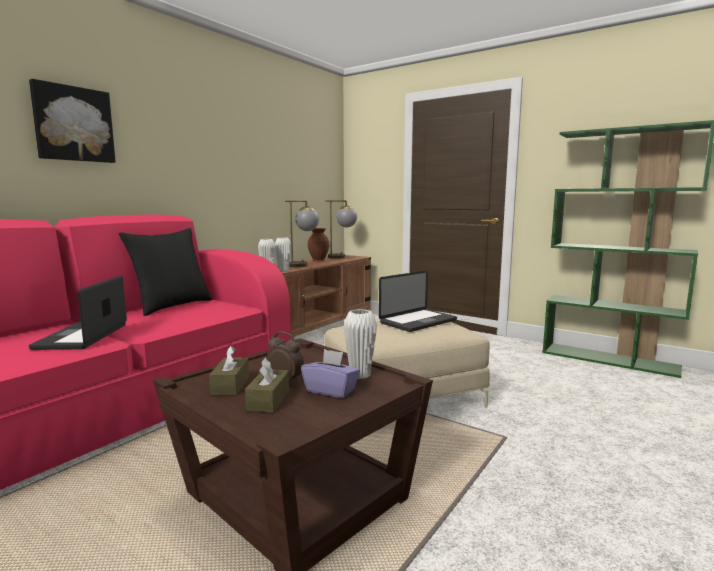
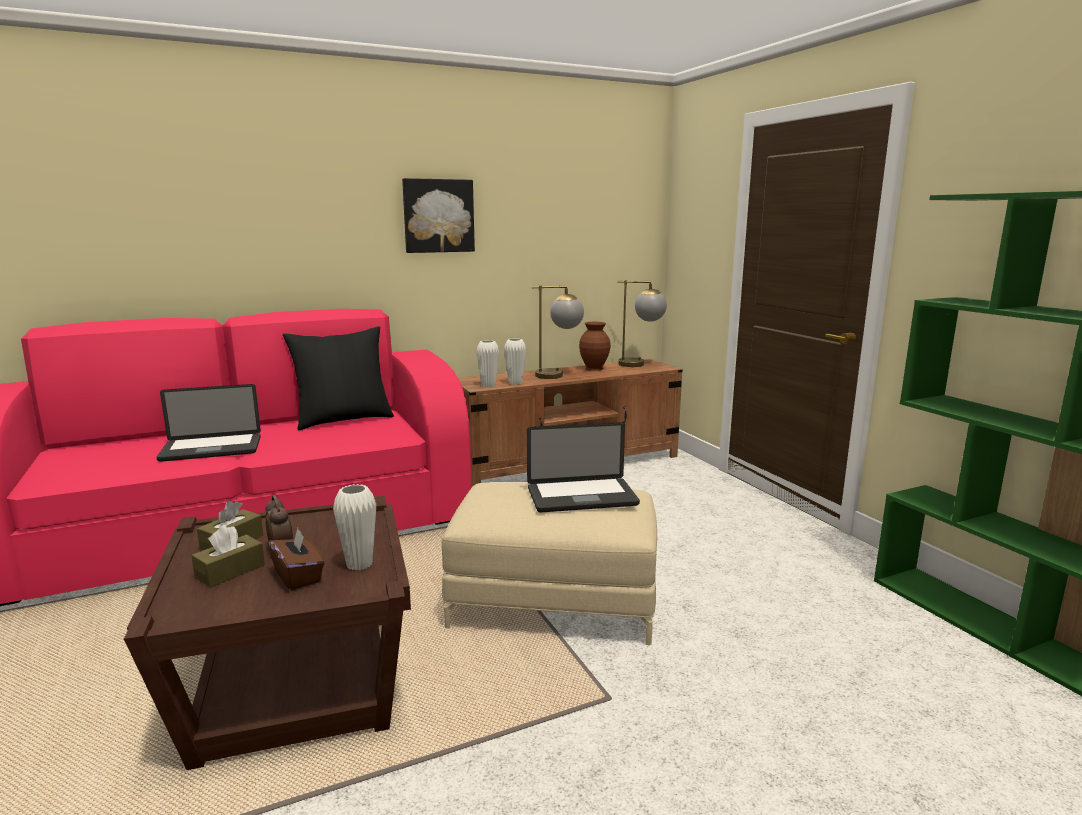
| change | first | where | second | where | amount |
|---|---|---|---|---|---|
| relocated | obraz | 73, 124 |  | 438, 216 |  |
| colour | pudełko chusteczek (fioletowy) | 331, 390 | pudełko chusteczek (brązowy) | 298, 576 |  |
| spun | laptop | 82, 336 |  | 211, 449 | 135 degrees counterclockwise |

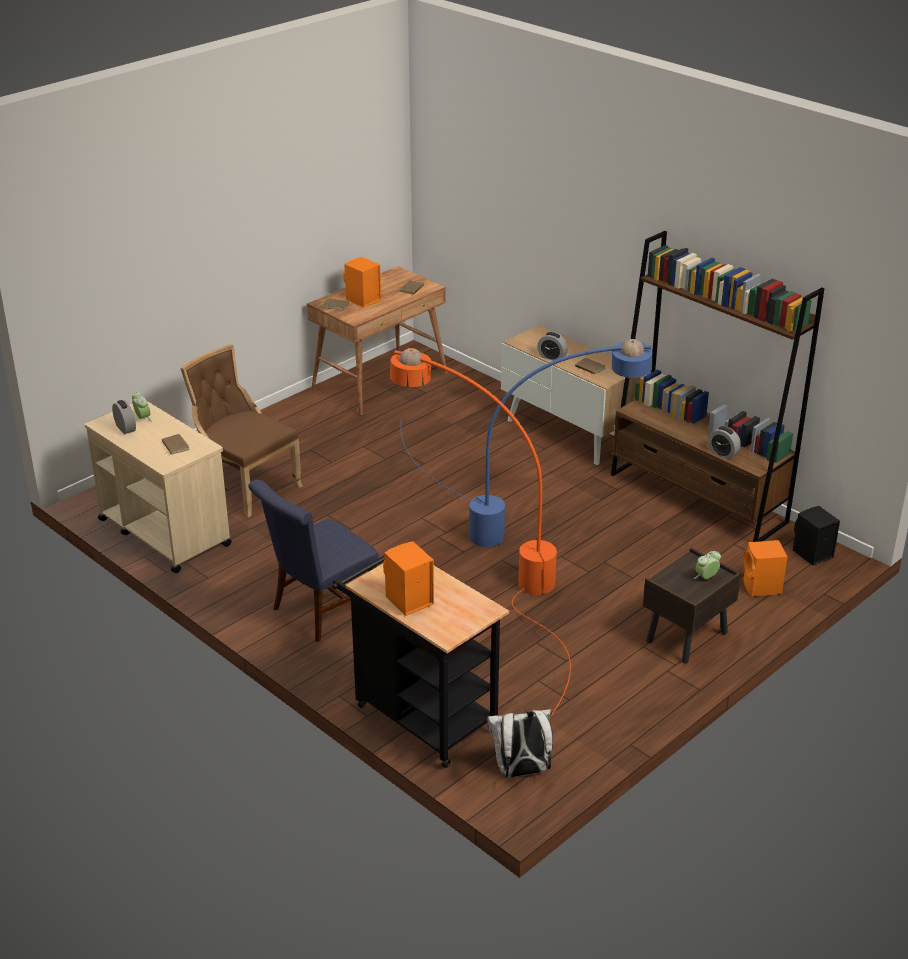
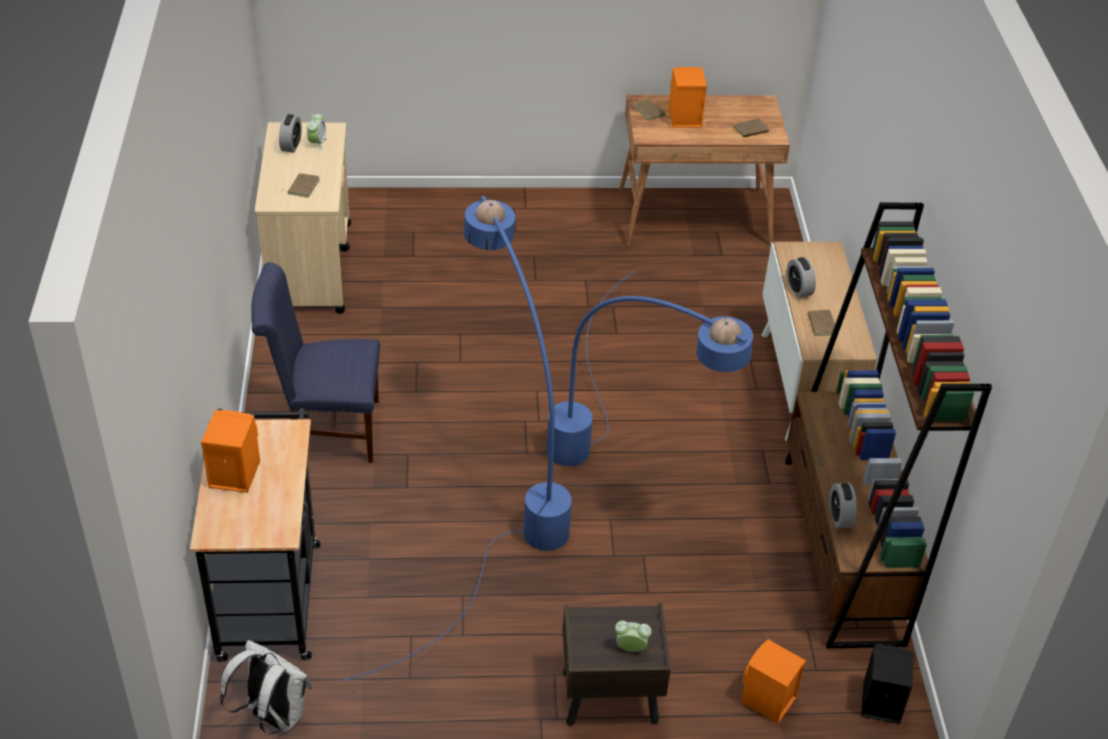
| change | first | where | second | where | amount |
|---|---|---|---|---|---|
| missing | krzesło (brązowy) | 246, 485 |  |  |  |
| colour | lampa stojąca (pomarańczowy) | 487, 584 | lampa stojąca (niebieski) | 501, 502 |  |

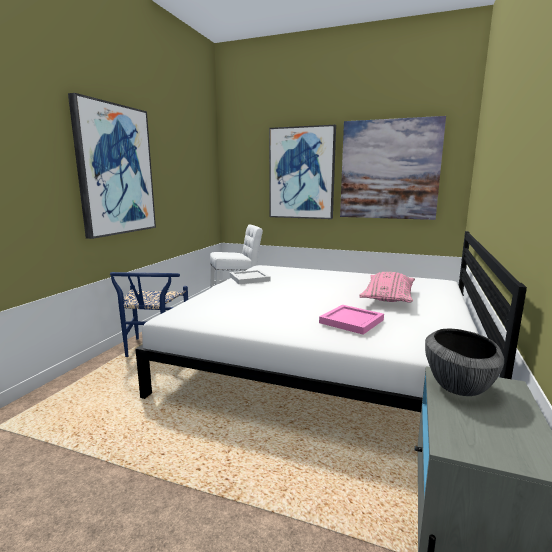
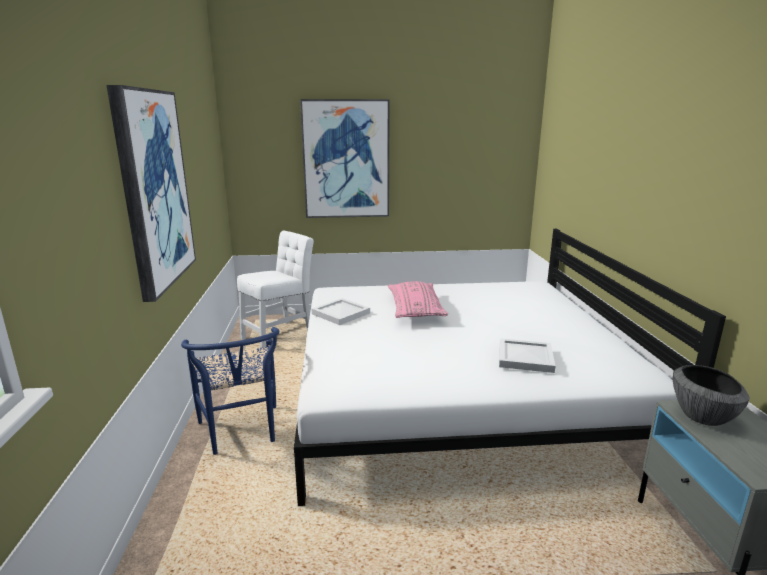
| change | first | where | second | where | amount |
|---|---|---|---|---|---|
| missing | obraz | 389, 170 |  |  |  |
| relocated | poduszka (różowy) | 388, 297 |  | 415, 310 |  |
| colour | taca (różowy) | 351, 321 | taca (biały) | 524, 357 |  |

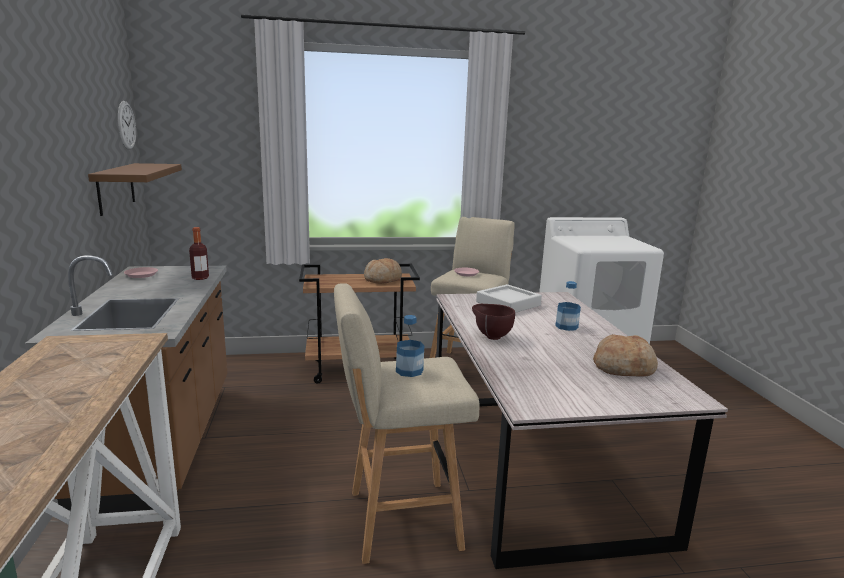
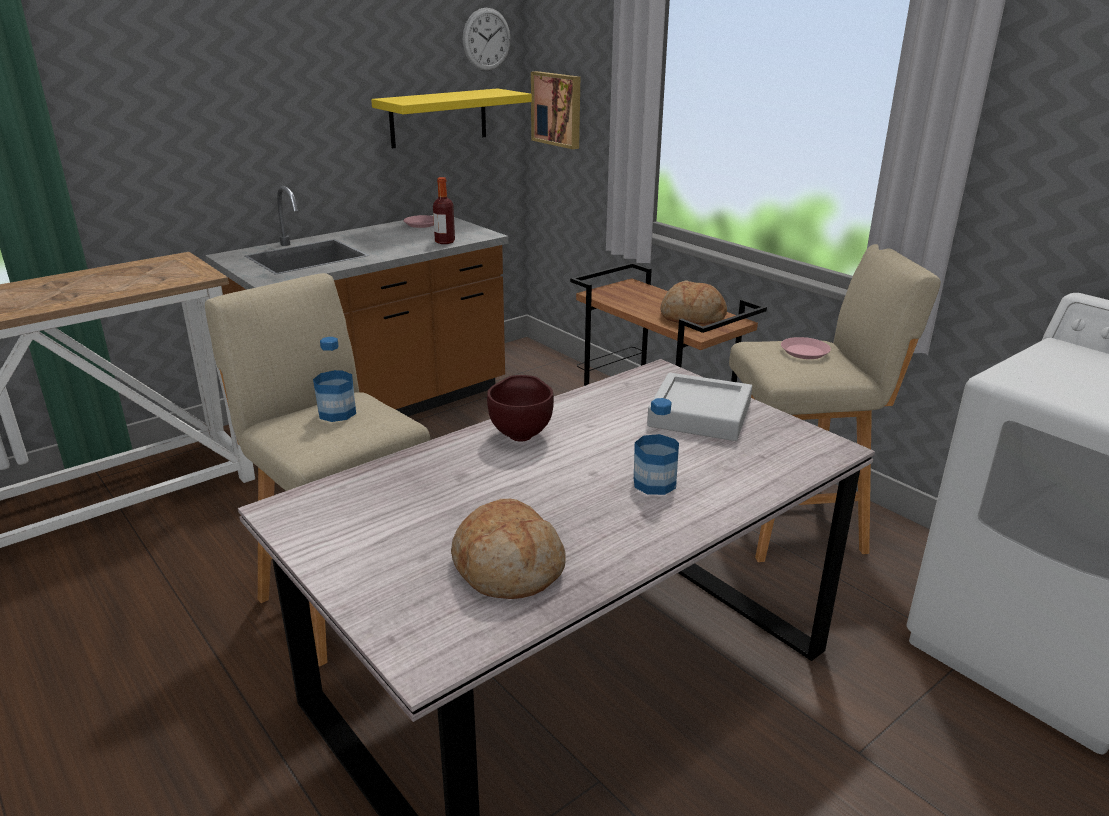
| change | first | where | second | where | amount |
|---|---|---|---|---|---|
| appeared |  |  | obraz | 558, 109 |  |
| colour | półka (brązowy) | 115, 188 | półka (żółty) | 438, 118 |  |

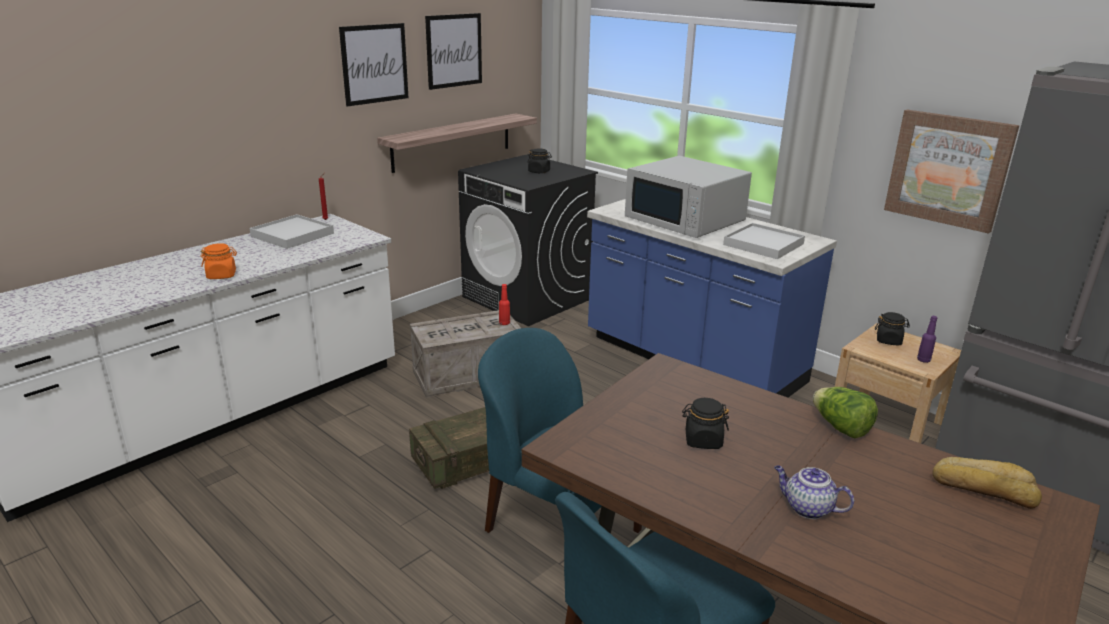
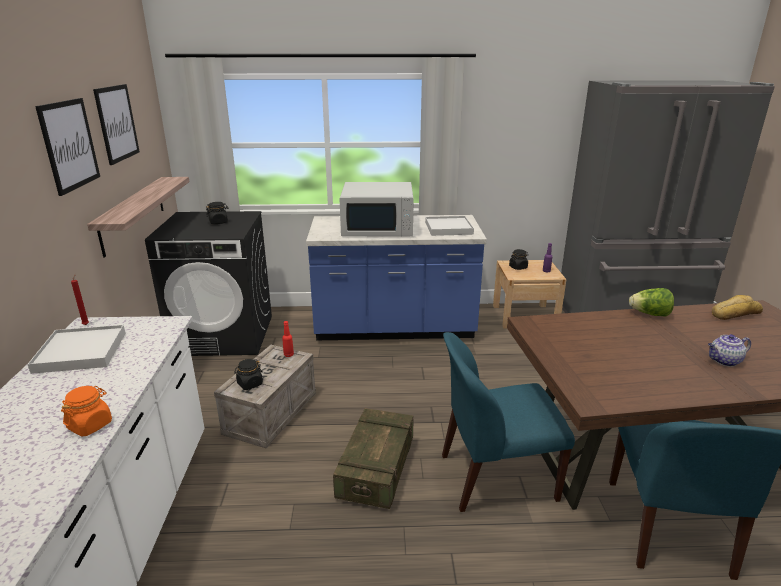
| change | first | where | second | where | amount |
|---|---|---|---|---|---|
| missing | obraz | 948, 169 |  |  |  |
| relocated | słoik (czarny) | 703, 440 |  | 250, 384 |  |

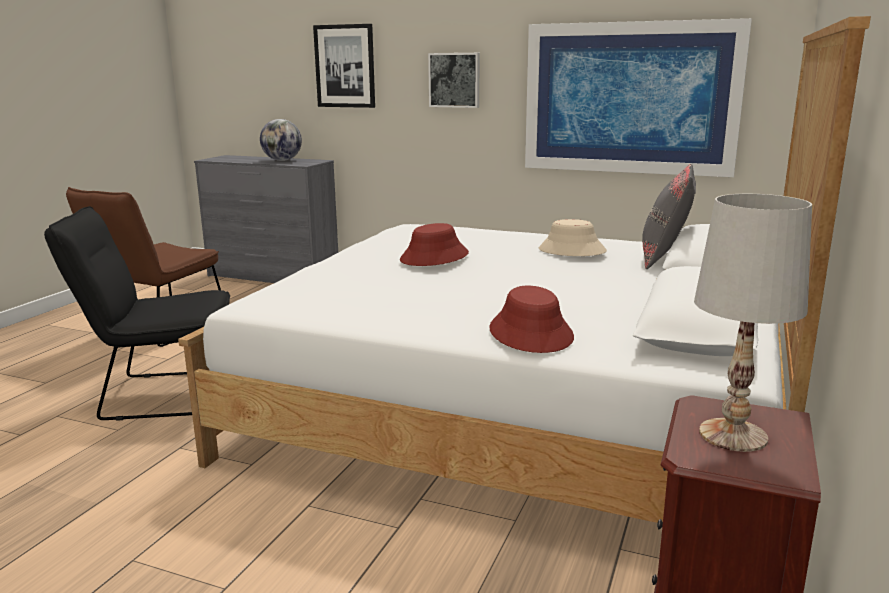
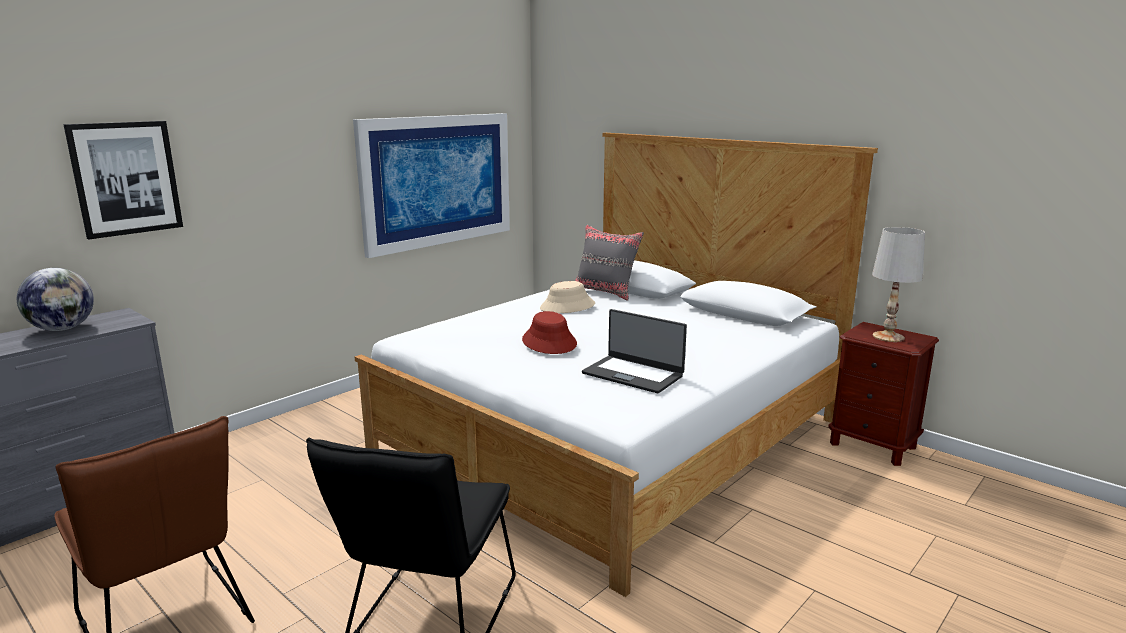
| change | first | where | second | where | amount |
|---|---|---|---|---|---|
| missing | obraz | 454, 80 |  |  |  |
| missing | kapelusz (czerwony) | 531, 333 |  |  |  |
| appeared |  |  | laptop | 633, 374 |  |

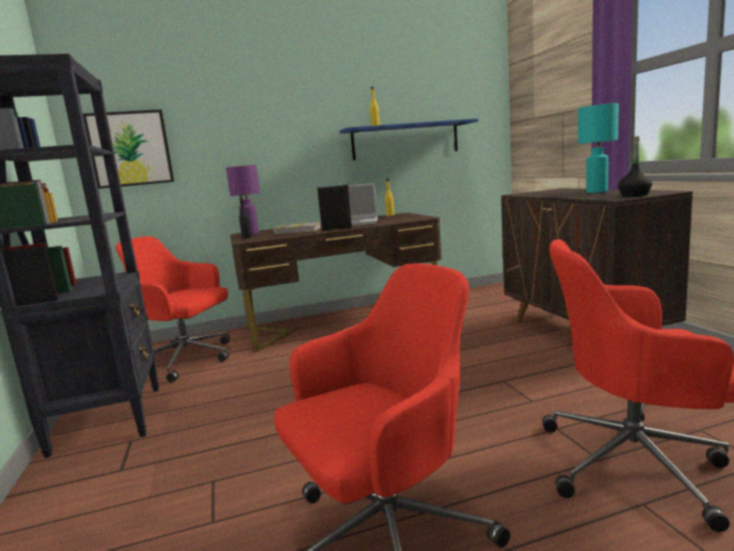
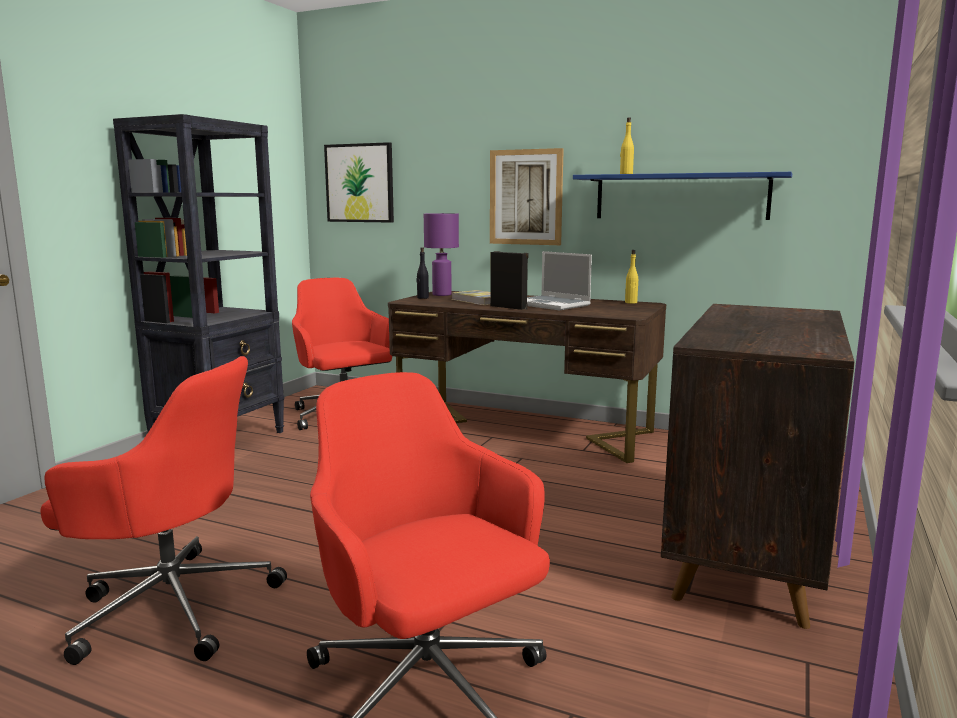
| change | first | where | second | where | amount |
|---|---|---|---|---|---|
| missing | lampa stołowa (turkusowy) | 596, 192 |  |  |  |
| missing | butelka (czarny) | 634, 195 |  |  |  |
| appeared |  |  | obraz | 525, 197 |  |

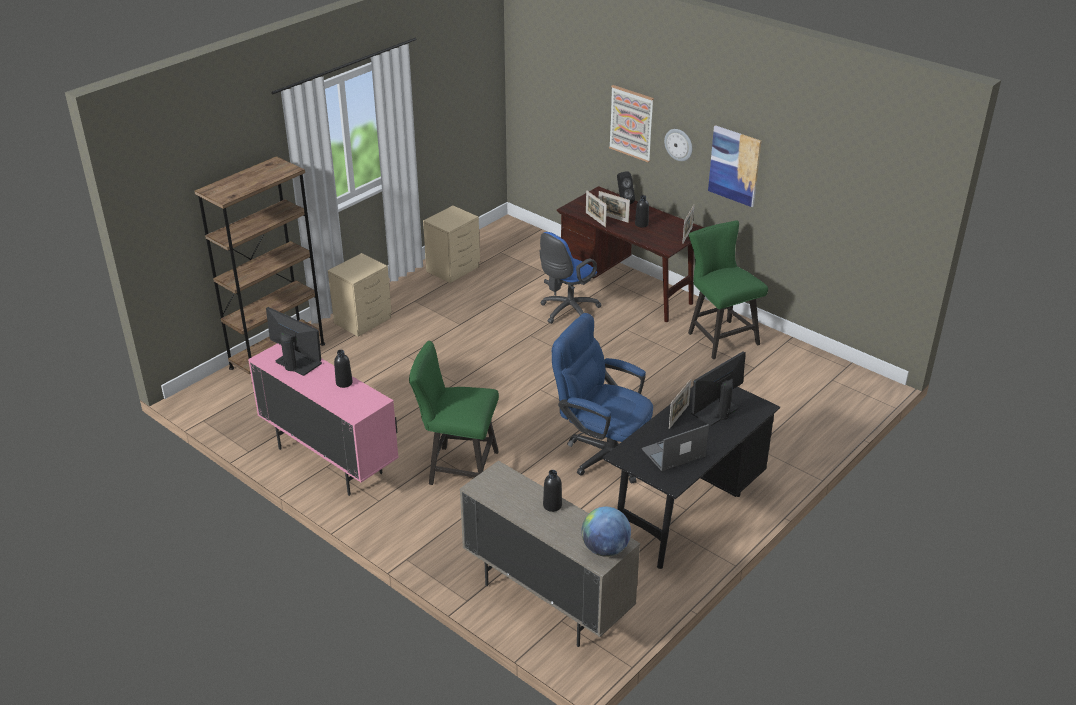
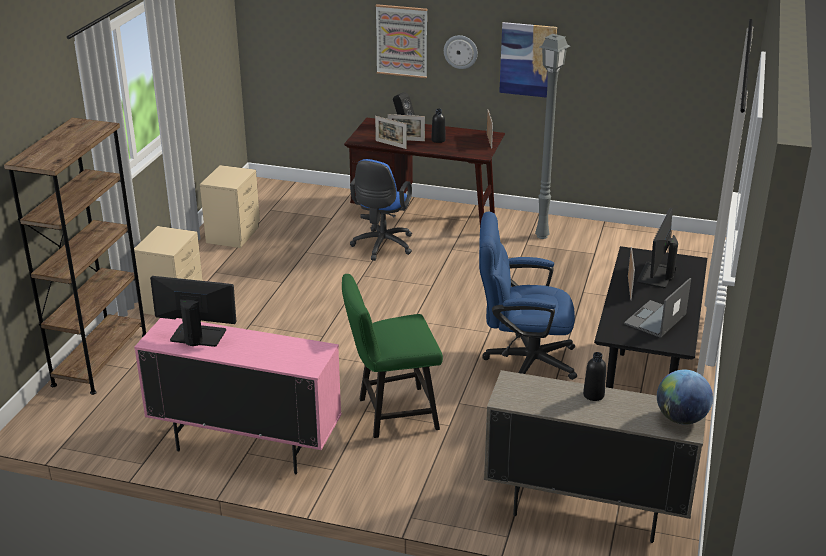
| change | first | where | second | where | amount |
|---|---|---|---|---|---|
| missing | butelka (czarny) | 344, 383 |  |  |  |
| exchanged | krzesło (zielony) | 719, 336 | lampa stojąca (szary) | 541, 235 |  |

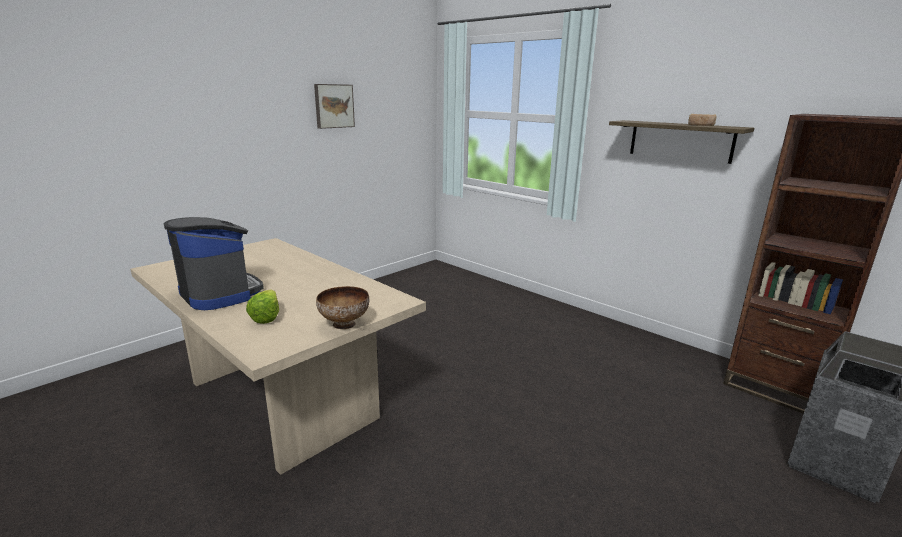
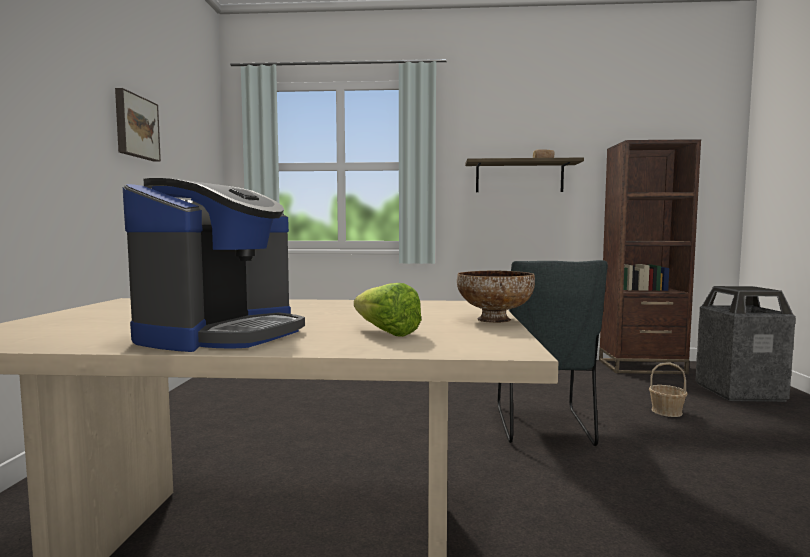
| change | first | where | second | where | amount |
|---|---|---|---|---|---|
| appeared |  |  | krzesło (szary) | 544, 428 |  |
| appeared |  |  | koszyk | 667, 412 |  |
| spun | ekspres do kawy | 220, 293 |  | 222, 334 | 105 degrees clockwise |

